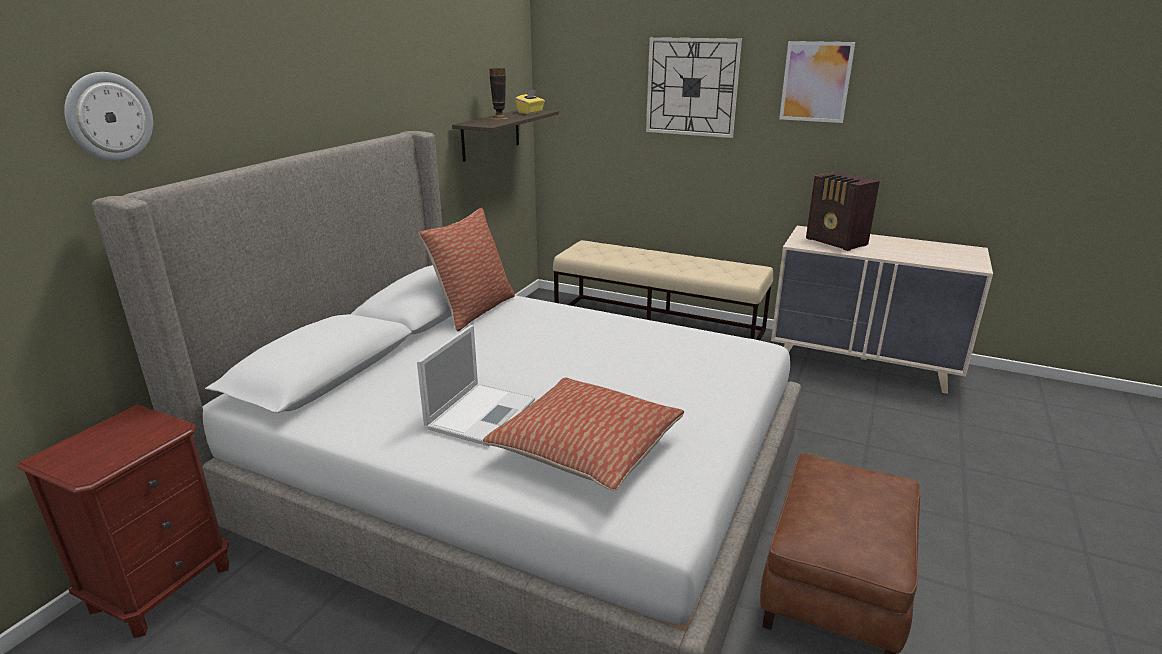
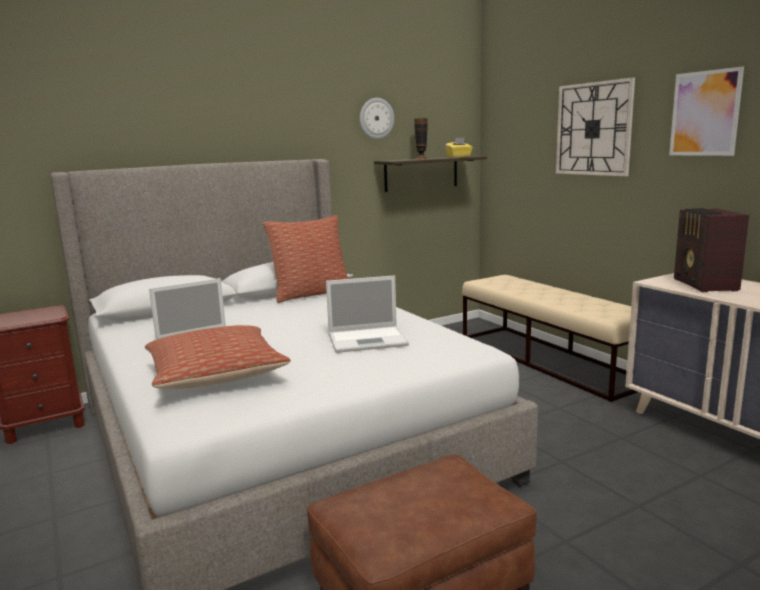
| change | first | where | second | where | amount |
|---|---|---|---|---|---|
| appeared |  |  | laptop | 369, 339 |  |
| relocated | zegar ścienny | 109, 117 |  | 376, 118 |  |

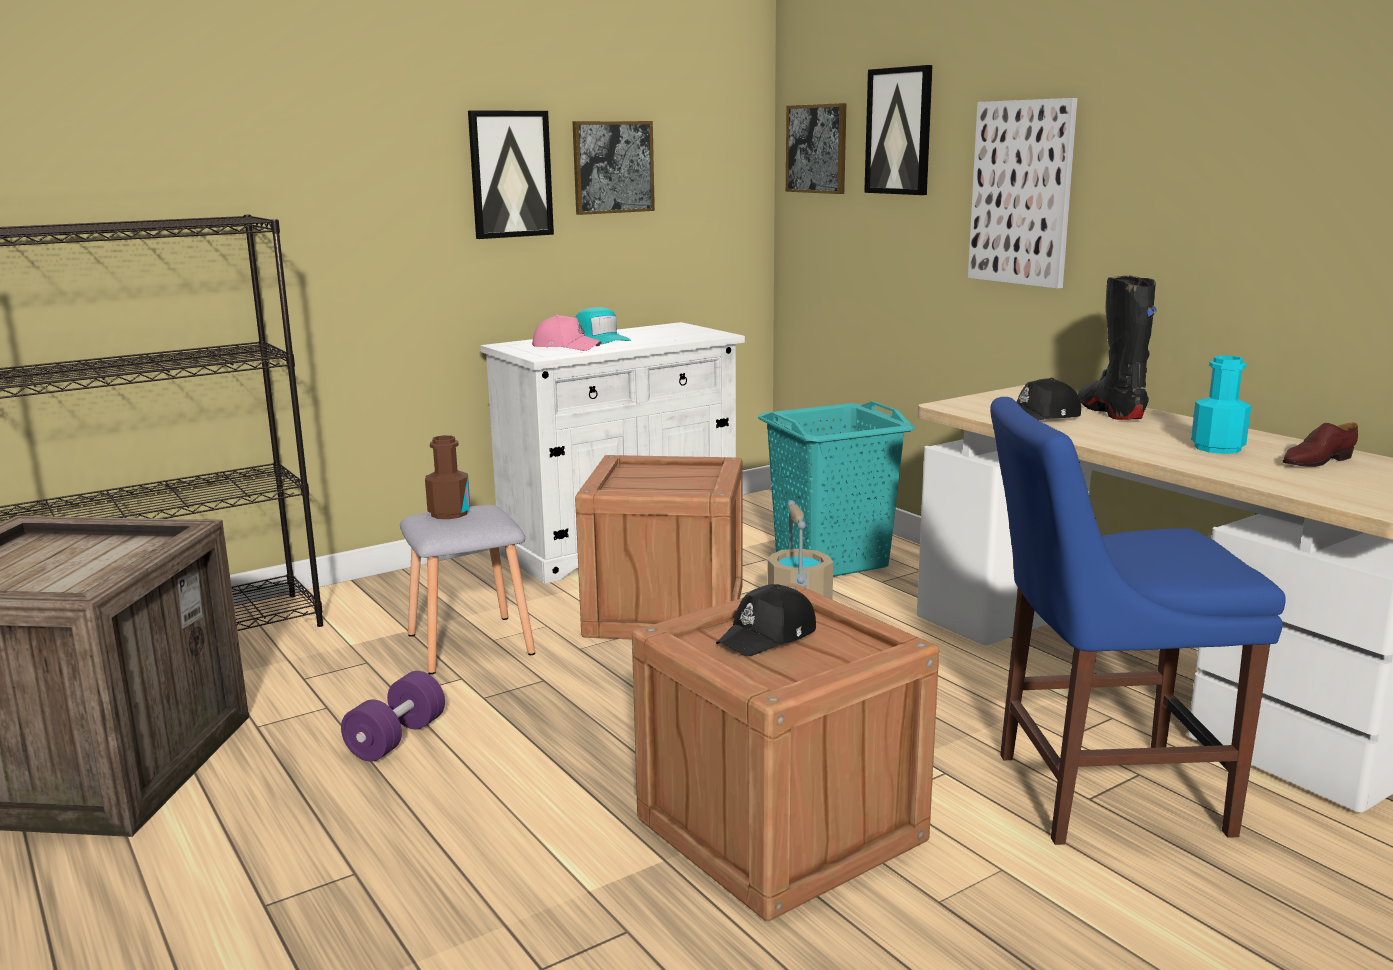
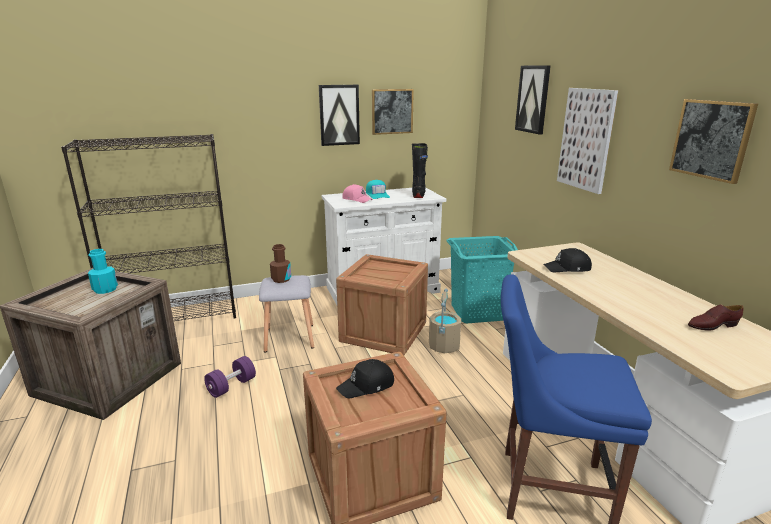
| change | first | where | second | where | amount |
|---|---|---|---|---|---|
| relocated | obraz | 817, 149 |  | 711, 139 |  |
| relocated | but z cholewką (czarny) | 1111, 412 |  | 418, 195 |  |
| relocated | butelka (turkusowy) | 1217, 448 |  | 105, 289 |  |

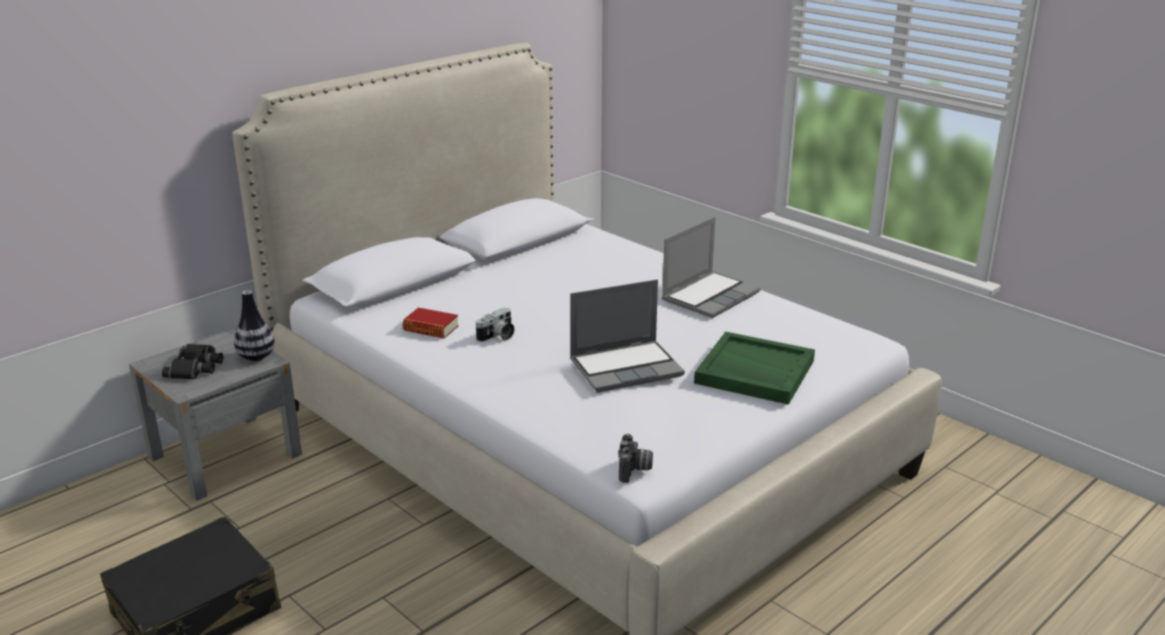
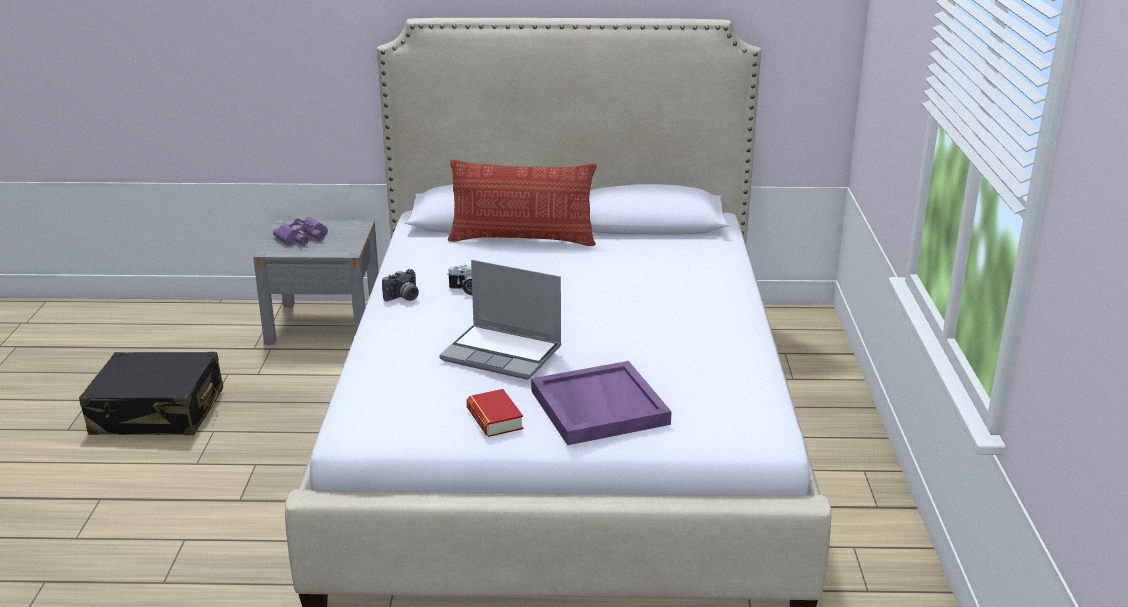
| change | first | where | second | where | amount |
|---|---|---|---|---|---|
| missing | wazon | 256, 357 |  |  |  |
| missing | laptop | 710, 296 |  |  |  |
| appeared |  |  | poduszka | 522, 239 |  |
| relocated | książka | 431, 328 |  | 494, 419 |  |
| relocated | aparat fotograficzny | 635, 470 |  | 403, 298 |  |
| colour | lornetka (czarny) | 196, 367 | lornetka (fioletowy) | 303, 237 |  |
| colour | taca (zielony) | 753, 372 | taca (fioletowy) | 598, 407 |  |

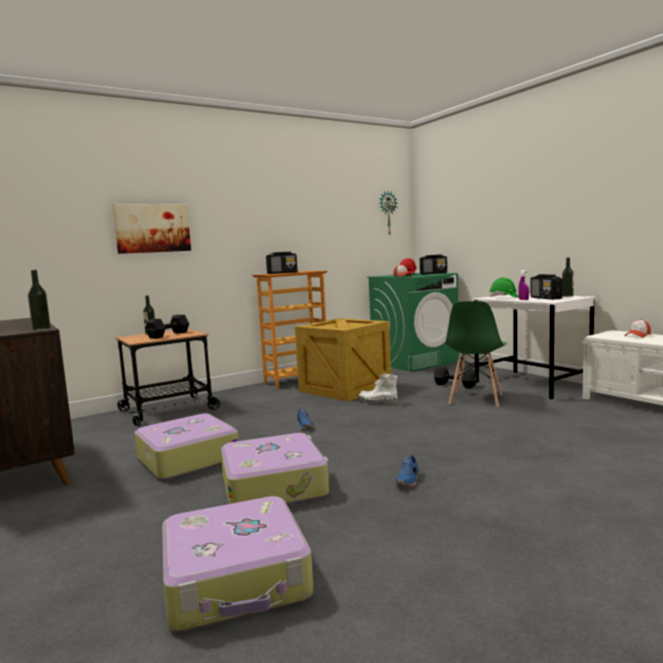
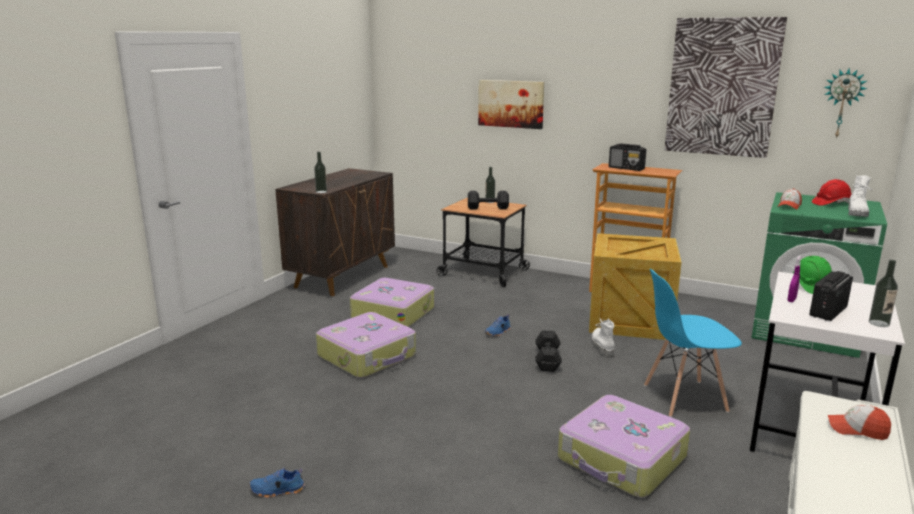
| change | first | where | second | where | amount |
|---|---|---|---|---|---|
| appeared |  |  | obraz | 722, 87 |  |
| relocated | walizka | 237, 579 |  | 622, 459 |  |
| relocated | but (niebieski) | 408, 481 |  | 277, 491 |  |
| relocated | hantel (czarny) | 456, 385 |  | 547, 361 |  |
| exchanged | radio | 433, 273 | but z cholewką (biały) | 857, 214 |  |
| colour | krzesło (zielony) | 475, 399 | krzesło (niebieski) | 683, 398 |  |

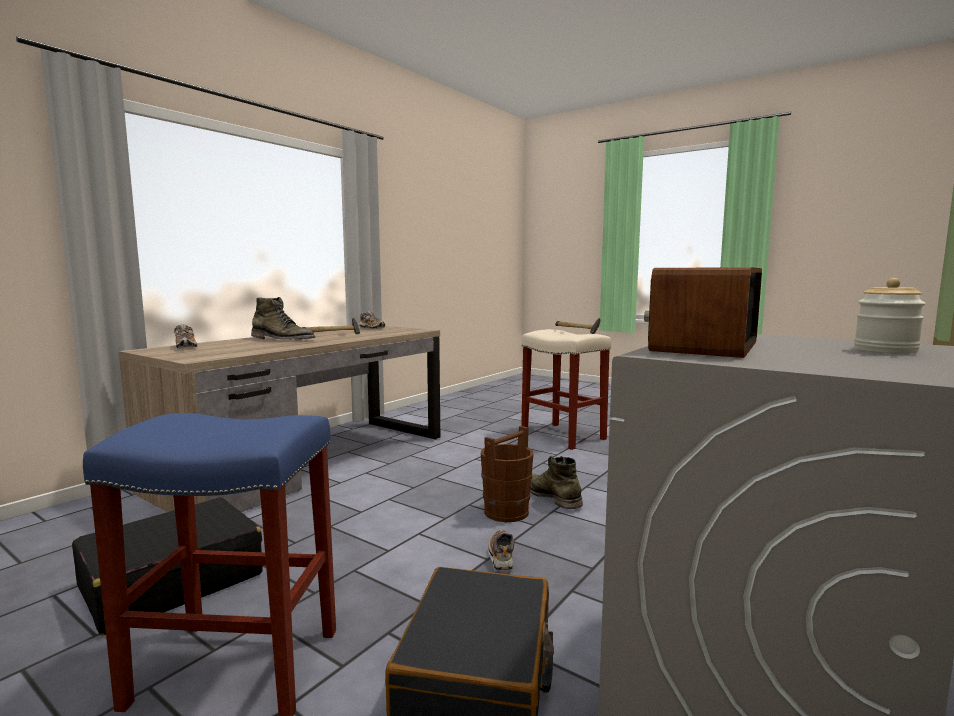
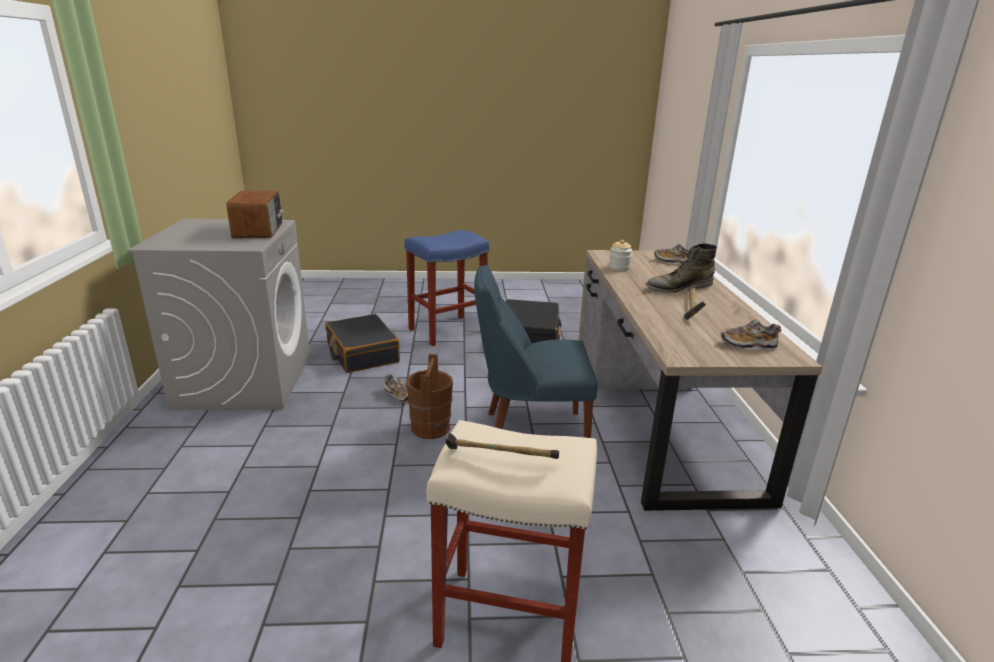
| change | first | where | second | where | amount |
|---|---|---|---|---|---|
| missing | but z cholewką (zielony) | 551, 496 |  |  |  |
| appeared |  |  | krzesło (niebieski) | 530, 433 |  |
| relocated | słoik | 885, 350 |  | 619, 267 |  |

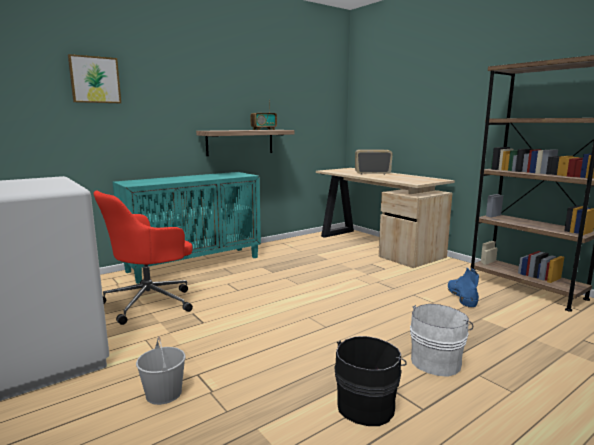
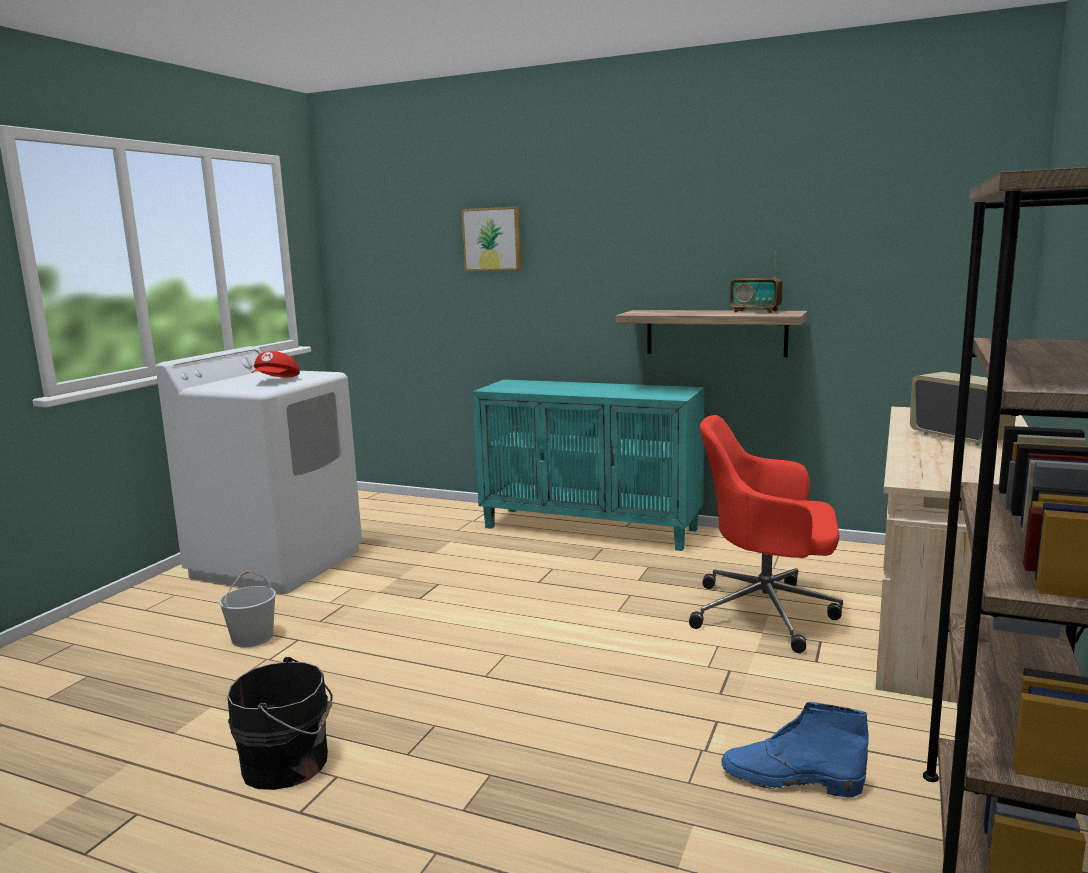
| change | first | where | second | where | amount |
|---|---|---|---|---|---|
| missing | wiadro (biały) | 437, 361 |  |  |  |
| appeared |  |  | czapka z daszkiem (czerwony) | 276, 381 |  |
| relocated | krzesło biurowe (czerwony) | 150, 302 |  | 767, 613 |  |
| spun | but z cholewką (niebieski) | 461, 296 |  | 789, 780 | 135 degrees counterclockwise |

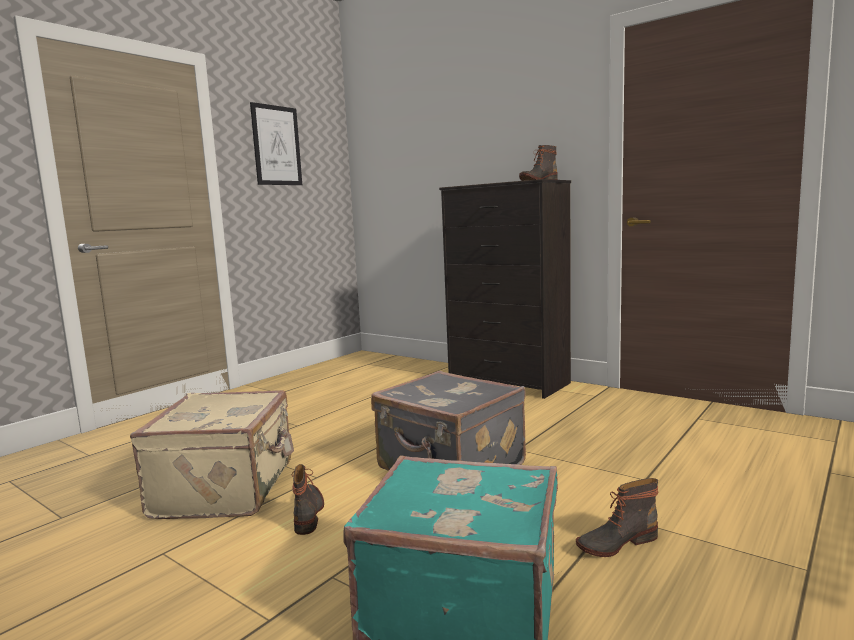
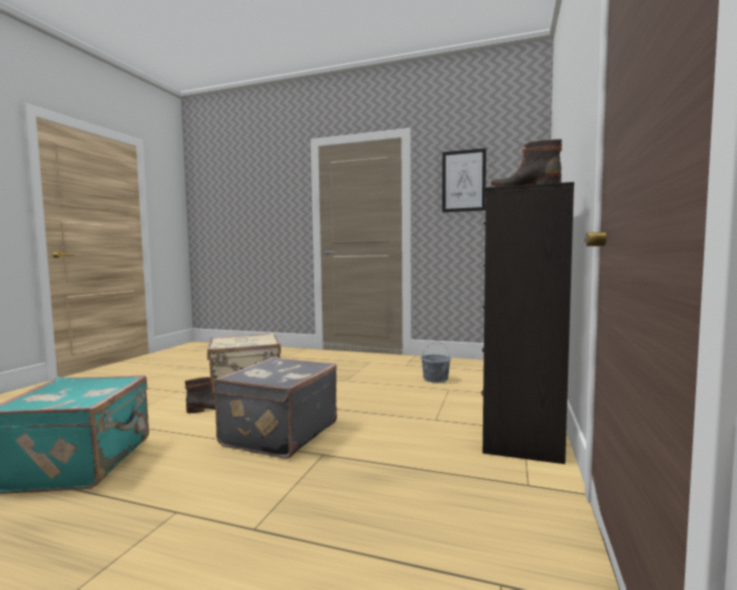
| change | first | where | second | where | amount |
|---|---|---|---|---|---|
| missing | but z cholewką | 616, 542 |  |  |  |
| appeared |  |  | wiadro (szary) | 436, 379 |  |

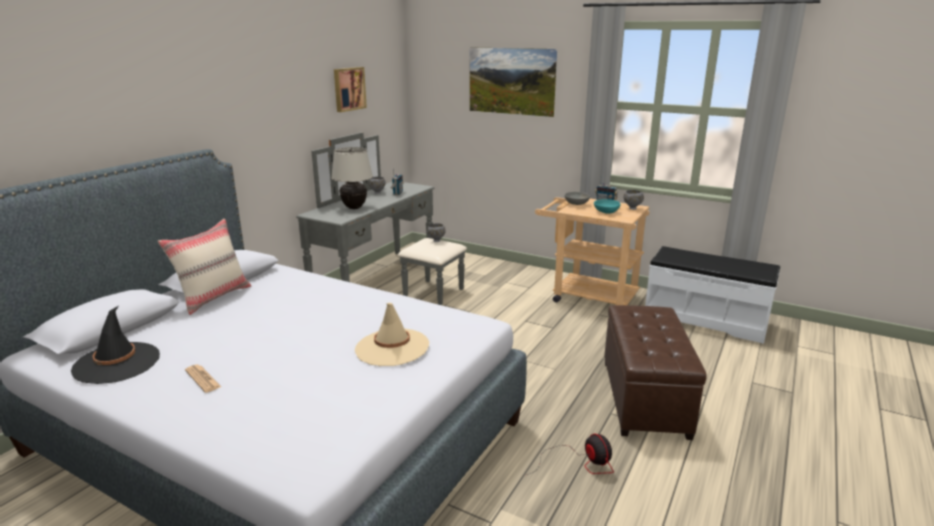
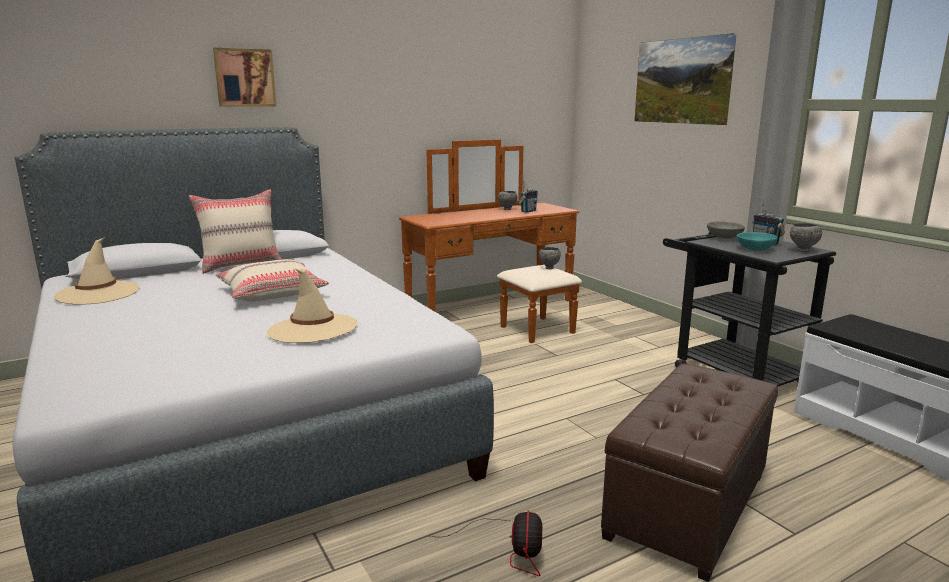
| change | first | where | second | where | amount |
|---|---|---|---|---|---|
| missing | gazeta | 203, 379 |  |  |  |
| missing | lampa stołowa (beżowy) | 354, 207 |  |  |  |
| appeared |  |  | poduszka (beżowy) | 272, 293 |  |
| relocated | obraz | 348, 89 |  | 244, 78 |  |
| colour | kapelusz (czarny) | 117, 363 | kapelusz (beżowy) | 98, 293 |  |
| colour | komoda (szary) | 388, 281 | komoda (brązowy) | 501, 311 |  |
| colour | wózek (beżowy) | 586, 296 | wózek (czarny) | 730, 371 |  |

